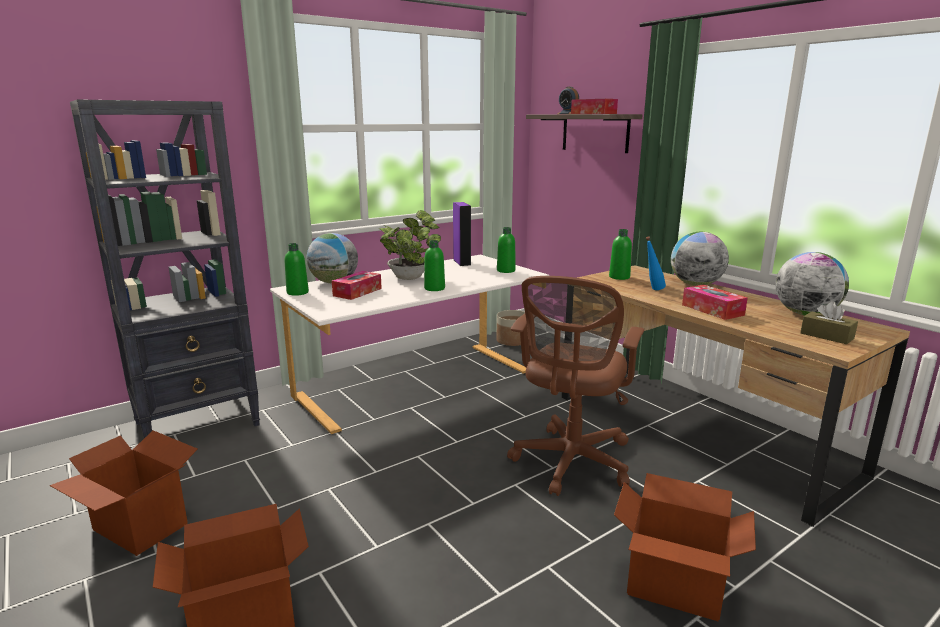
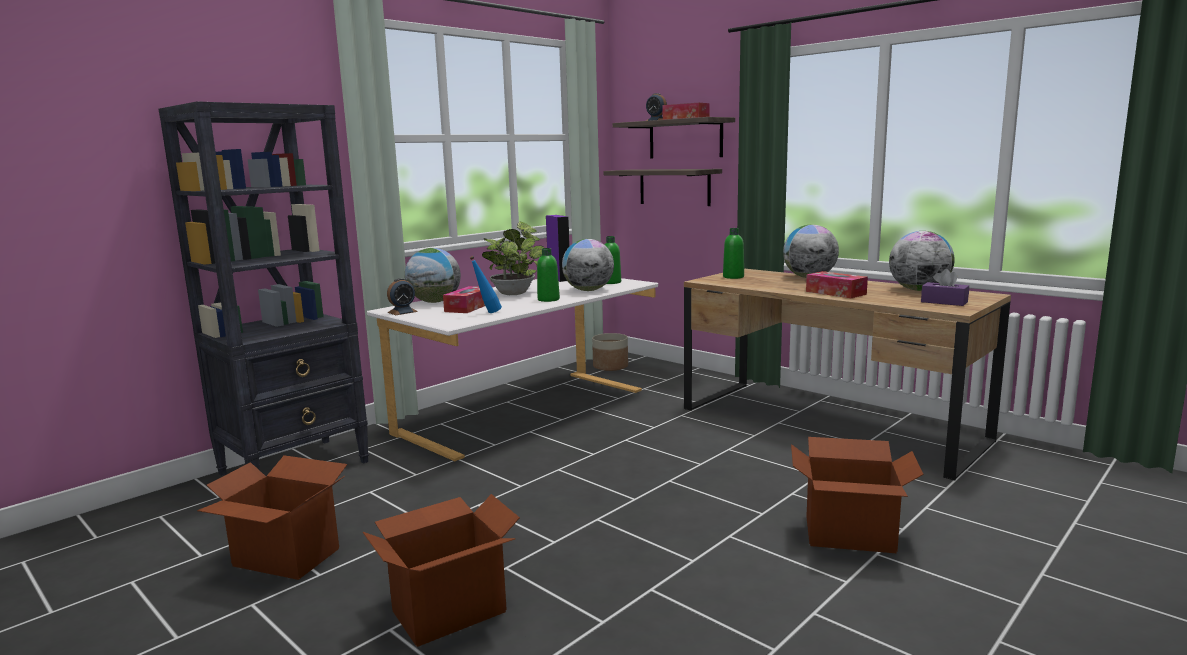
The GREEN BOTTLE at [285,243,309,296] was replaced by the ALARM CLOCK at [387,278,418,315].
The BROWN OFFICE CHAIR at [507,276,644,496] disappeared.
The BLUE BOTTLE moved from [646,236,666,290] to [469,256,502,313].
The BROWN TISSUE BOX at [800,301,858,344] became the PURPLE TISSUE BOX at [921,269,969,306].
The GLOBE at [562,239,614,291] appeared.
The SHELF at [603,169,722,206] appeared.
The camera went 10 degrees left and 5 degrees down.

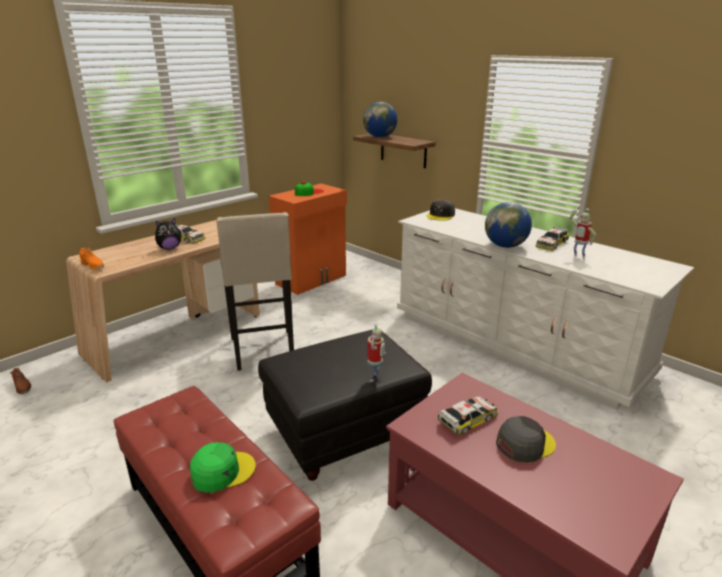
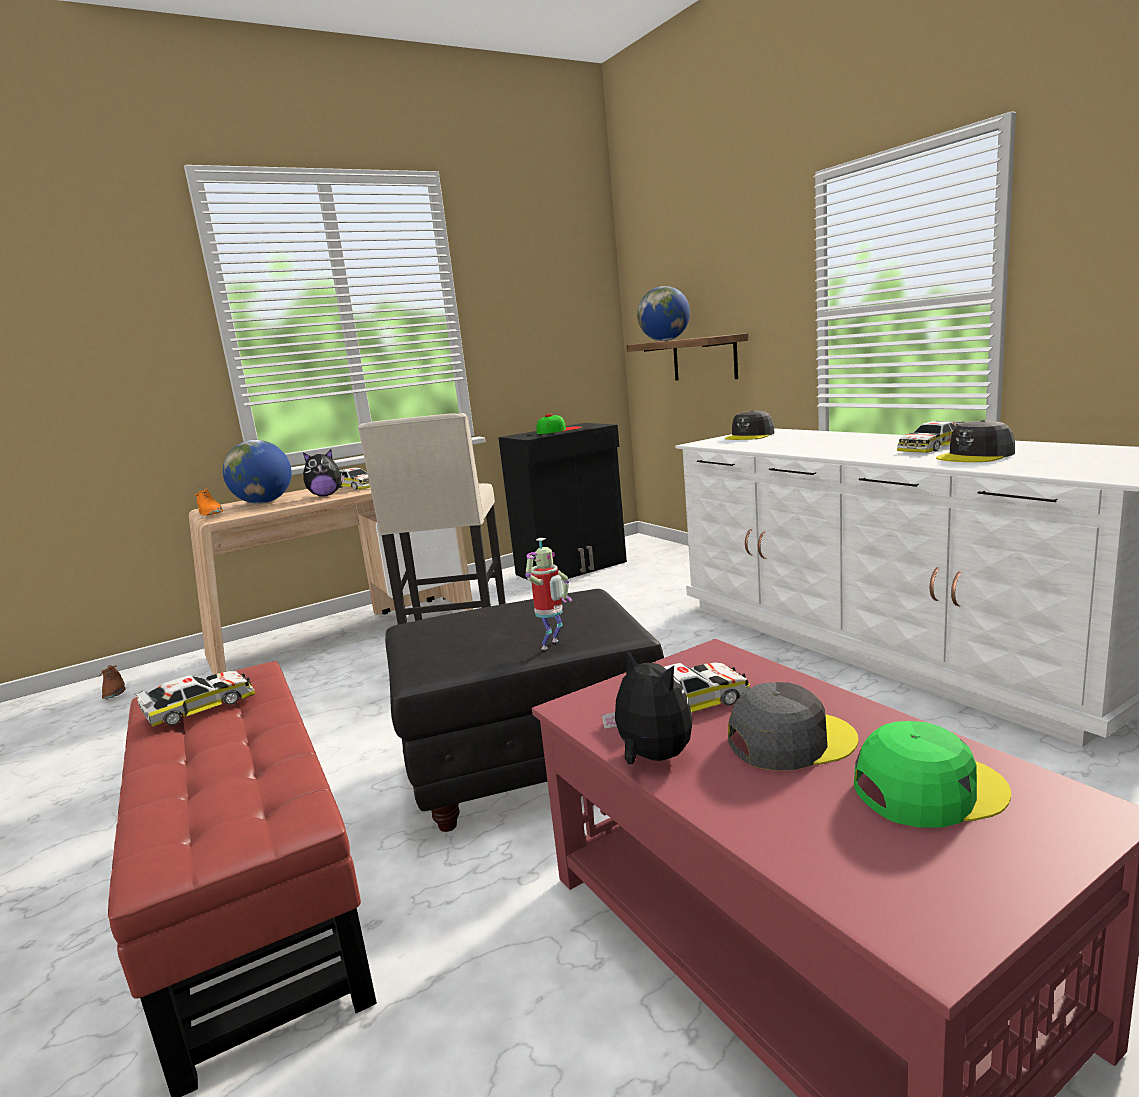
The GREEN CAP moved from [190,442,256,493] to [854,721,1011,828].
The ORANGE CABINET at [269,184,347,295] became the BLACK CABINET at [498,423,627,580].
The GLOBE moved from [485,202,532,248] to [223,440,292,504].
The TOY ROBOT at [570,209,597,259] was replaced by the GREY CAP at [936,420,1015,462].
The TOY CAR at [135,671,255,727] appeared.
The PLUSH TOY at [602,650,693,764] appeared.
The camera went 15 degrees right and 10 degrees down.

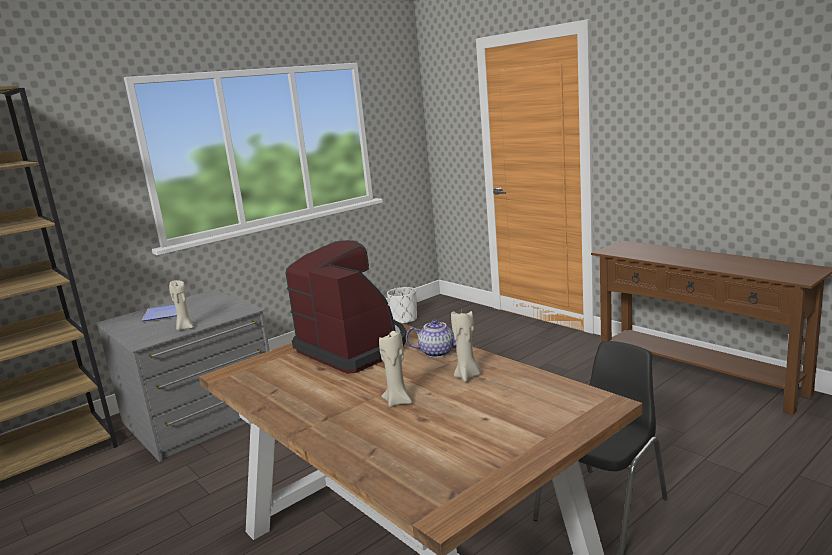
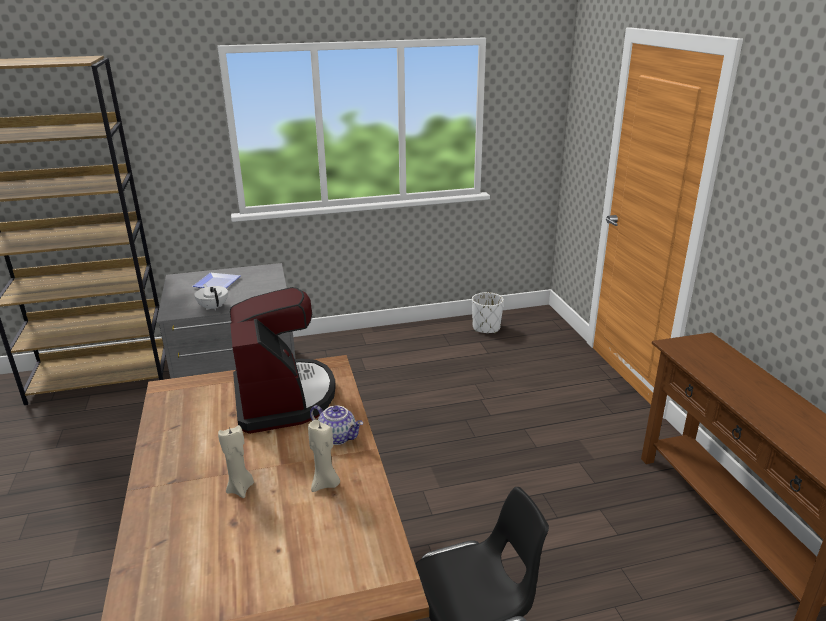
The BEIGE CANDLE at [169,280,193,330] was replaced by the WHITE TEAPOT at [194,284,228,311].
The camera went 25 degrees right and 10 degrees up.

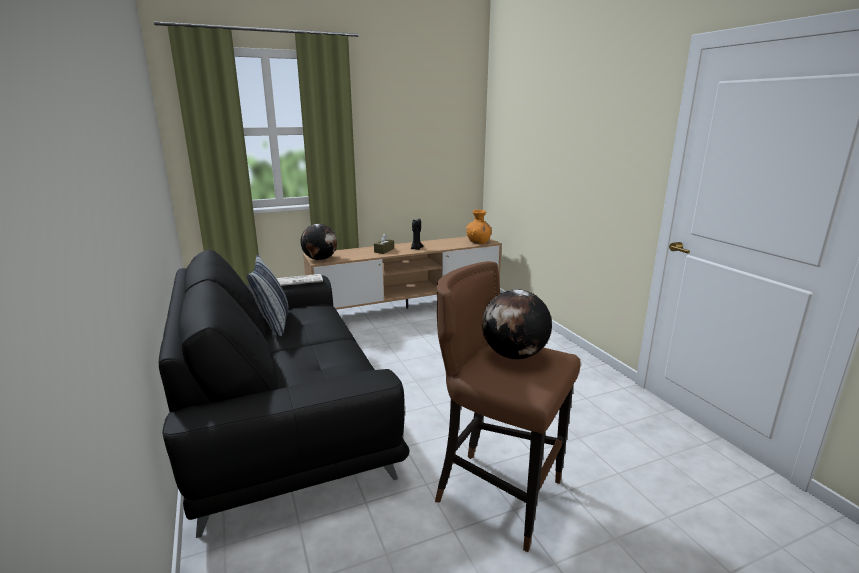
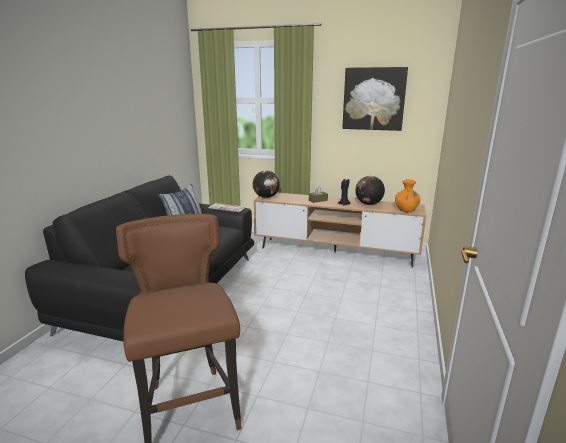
The GLOBE moved from [482,289,552,360] to [355,176,385,205].
The PICTURE at [342,67,408,131] appeared.
The camera went 40 degrees right and 0 degrees up.

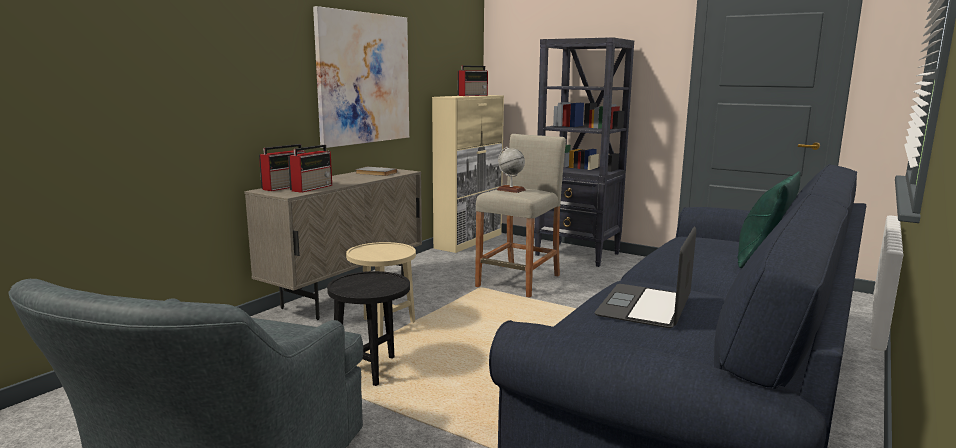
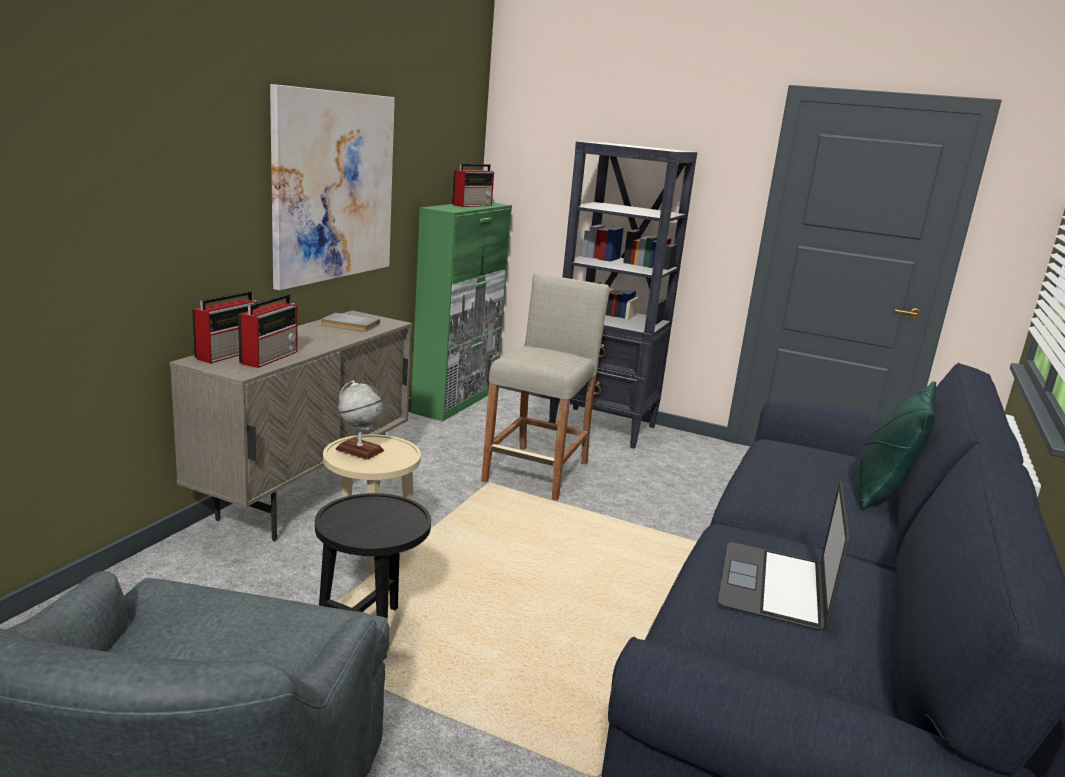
The BEIGE CABINET at [432,95,504,253] became the GREEN CABINET at [411,203,512,421].
The GLOBE moved from [497,147,526,193] to [335,380,384,460].
The camera went 10 degrees left and 5 degrees up.

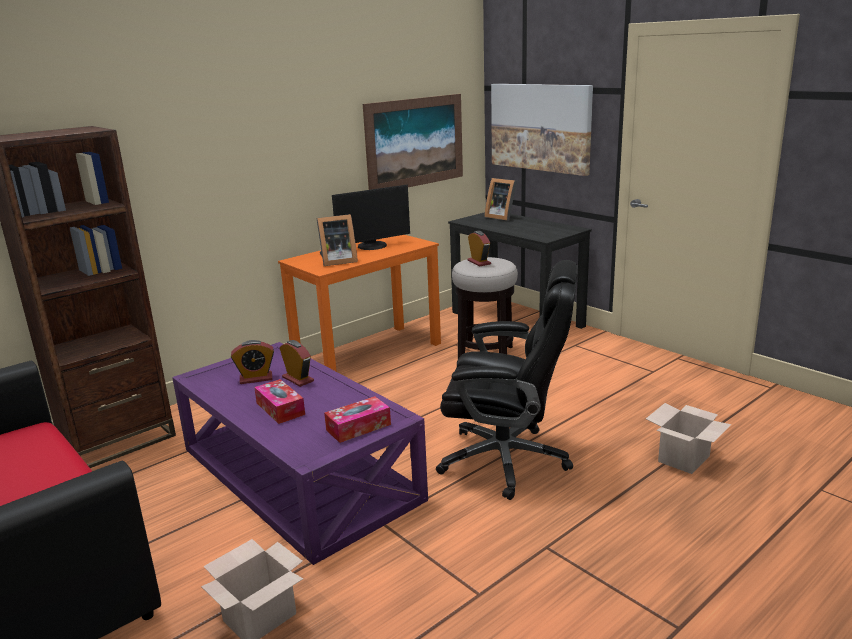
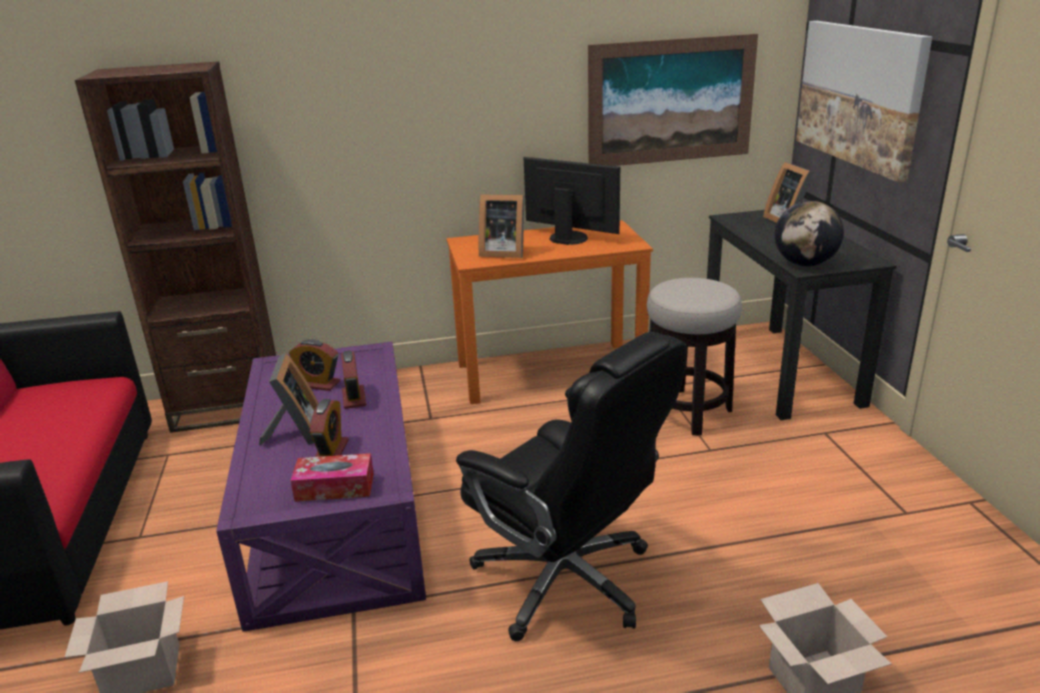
The TISSUE BOX at [254,379,305,424] was replaced by the PICTURE FRAME at [259,353,318,445].
The MONITOR at [332,185,410,250] turned 150 degrees counterclockwise.
The ALARM CLOCK moved from [468,231,491,266] to [310,399,349,457].
The GLOBE at [775,201,844,266] appeared.
The camera went 30 degrees right and 5 degrees up.

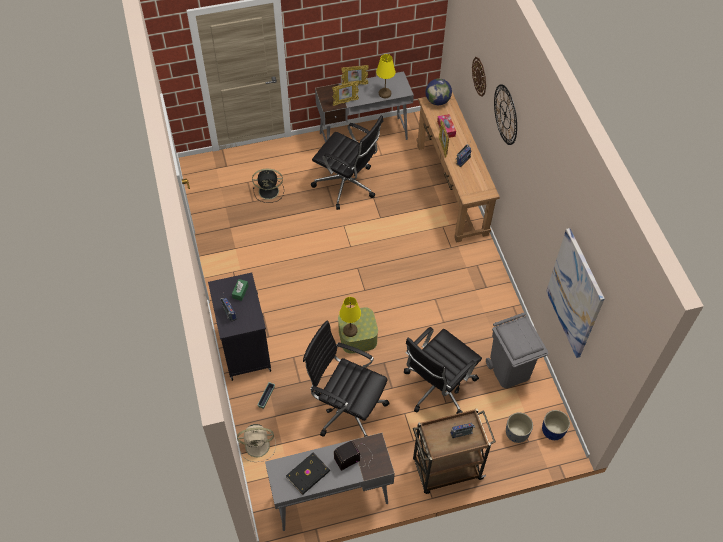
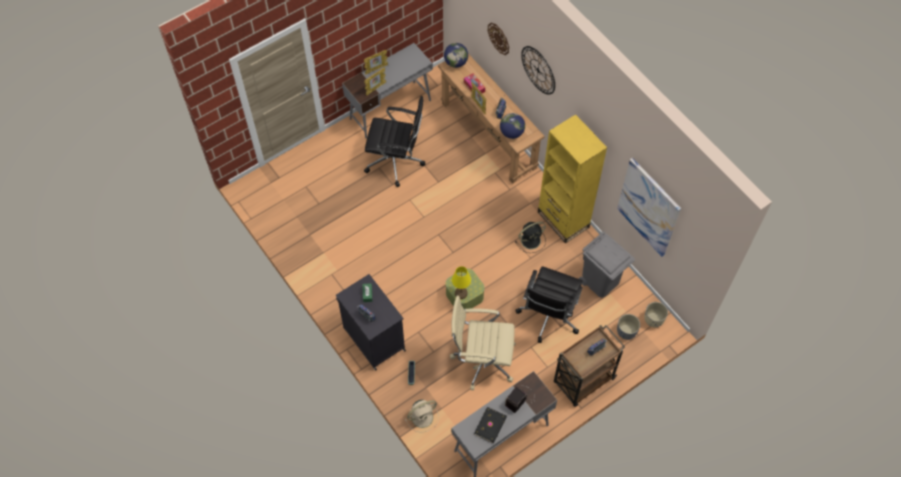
The BLACK FAN moved from [252,169,284,203] to [515,222,546,253].
The BLACK OFFICE CHAIR at [303,321,390,437] became the BEIGE OFFICE CHAIR at [450,296,516,390].
The YELLOW TABLE LAMP at [376,54,395,98] disappeared.
The BLUE PLANTER at [542,410,570,440] became the BEIGE PLANTER at [644,302,668,327].
The GLOBE at [500,113,525,139] appeared.
The YELLOW BOOKCASE at [538,114,607,243] appeared.
The camera went 20 degrees left and 5 degrees up.

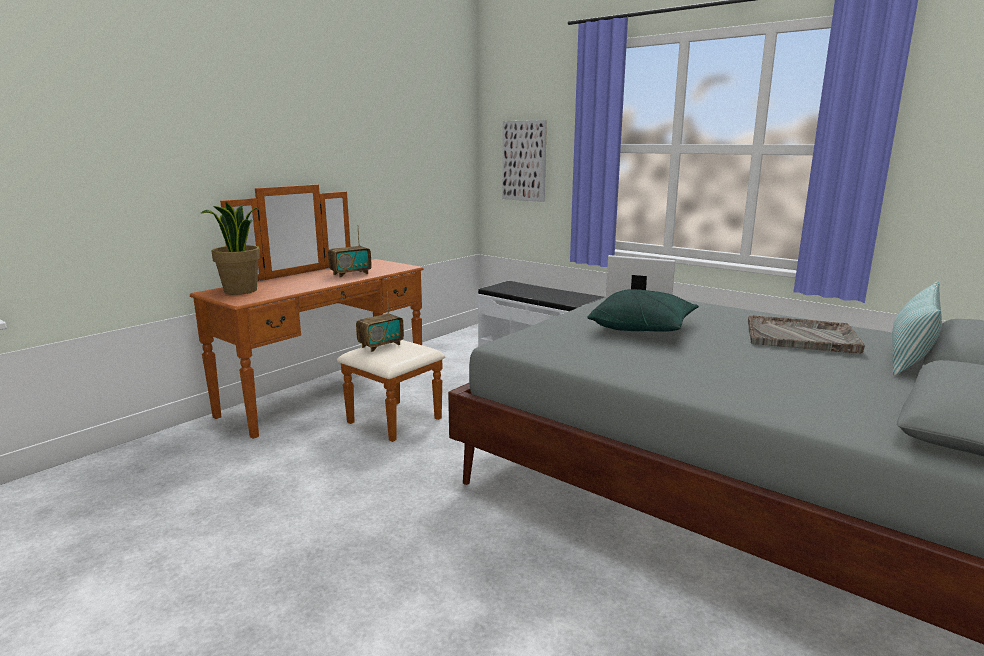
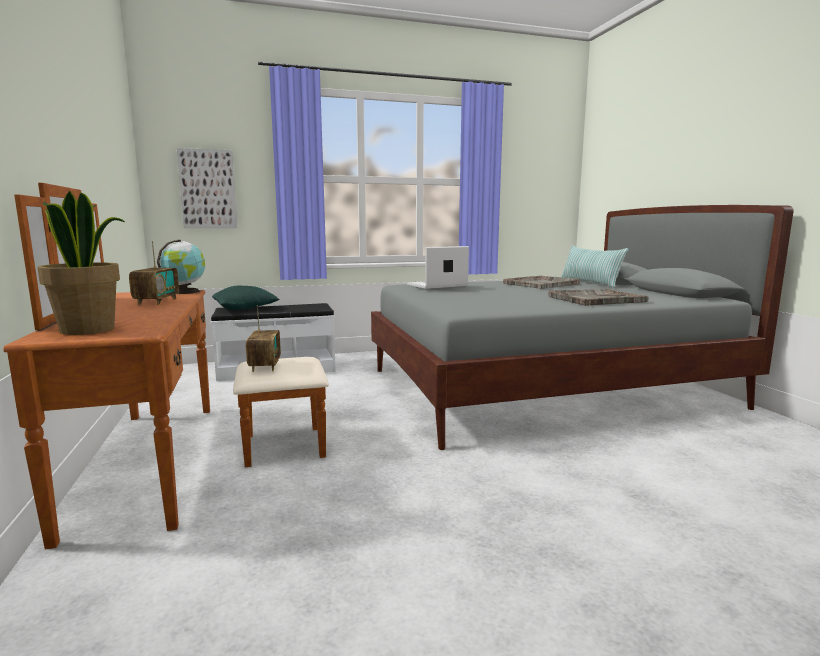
The GREEN PILLOW moved from [587,289,699,332] to [212,286,279,310].
The GLOBE at [157,240,205,294] appeared.
The GREY TRAY at [548,289,649,306] appeared.
The camera went 55 degrees left and 5 degrees down.

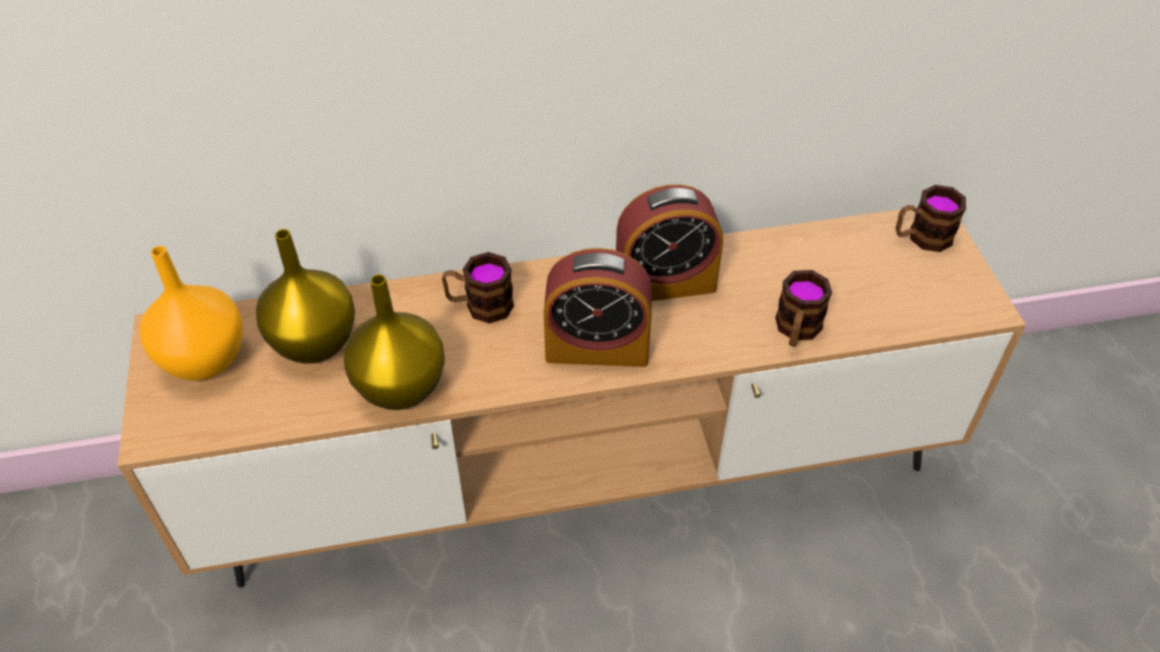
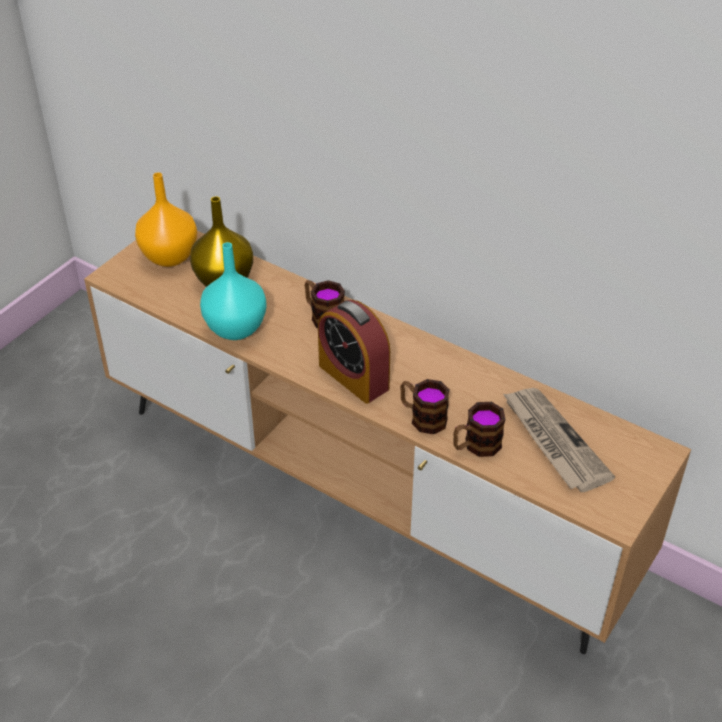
The YELLOW VASE at [344,274,445,410] became the TURQUOISE VASE at [200,242,267,340].
The ALARM CLOCK at [616,185,723,301] disappeared.
The MUG moved from [896,185,966,252] to [400,379,450,434].
The NEWSPAPER at [503,388,615,492] appeared.
The camera went 45 degrees right and 5 degrees down.

